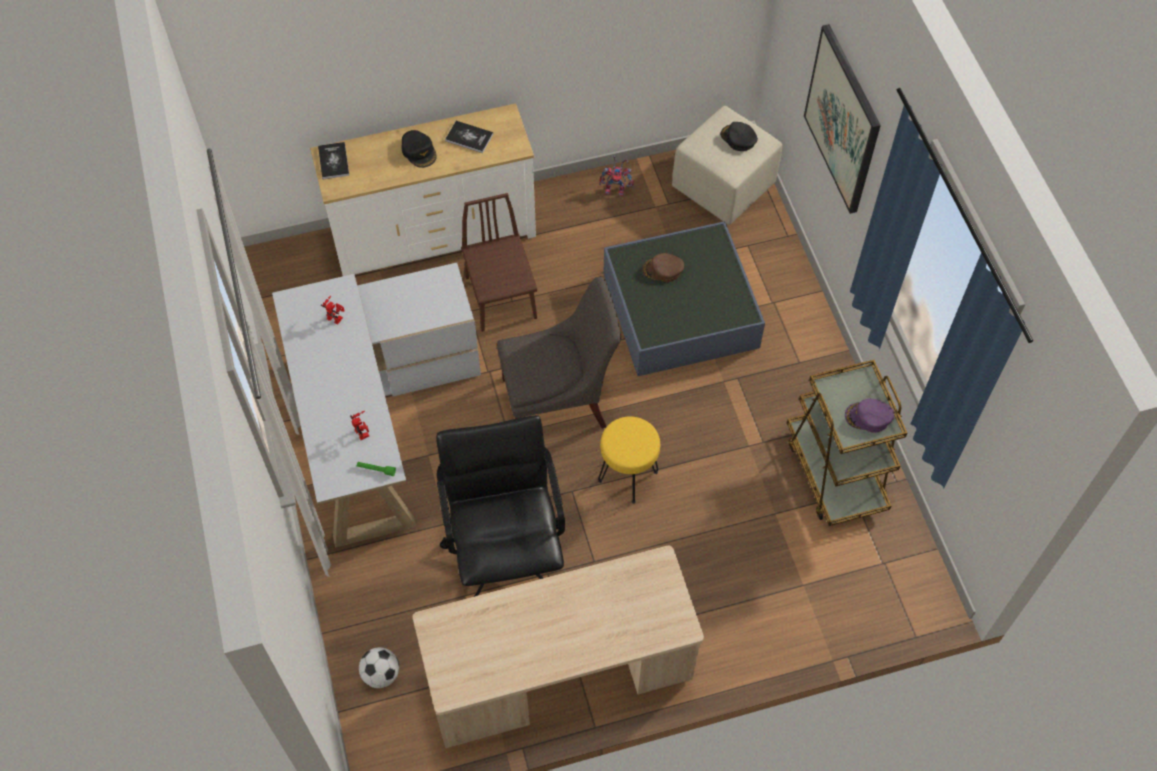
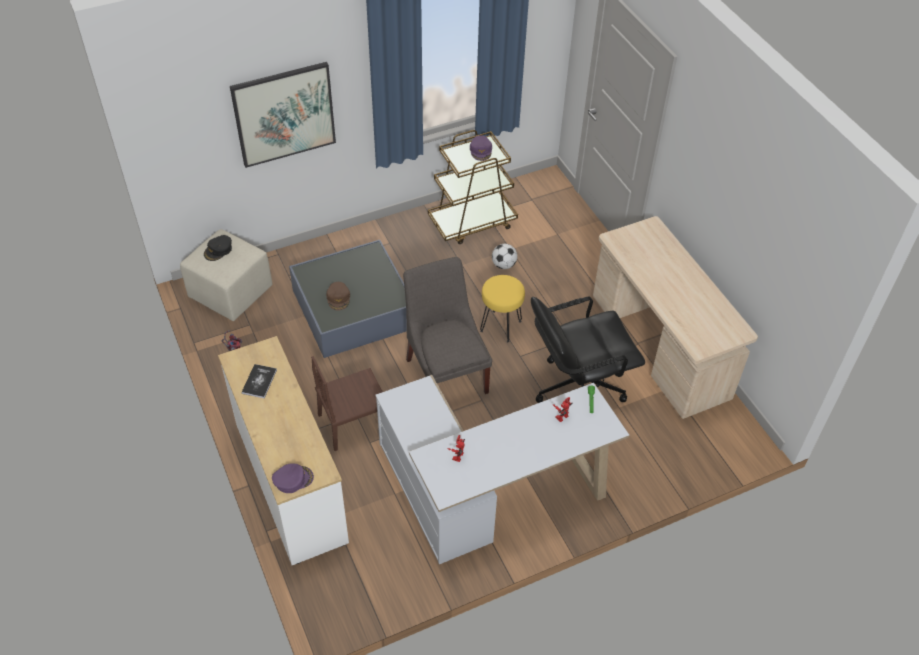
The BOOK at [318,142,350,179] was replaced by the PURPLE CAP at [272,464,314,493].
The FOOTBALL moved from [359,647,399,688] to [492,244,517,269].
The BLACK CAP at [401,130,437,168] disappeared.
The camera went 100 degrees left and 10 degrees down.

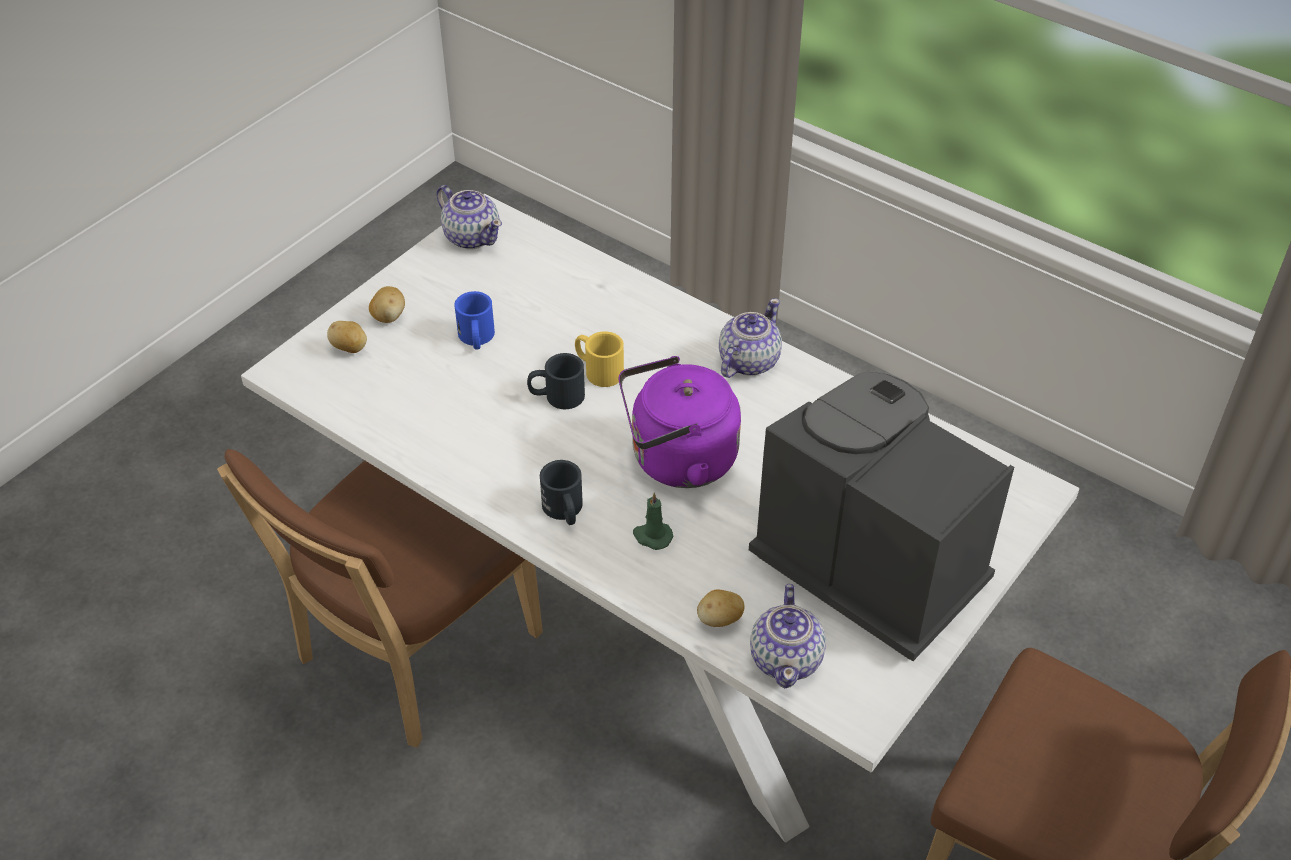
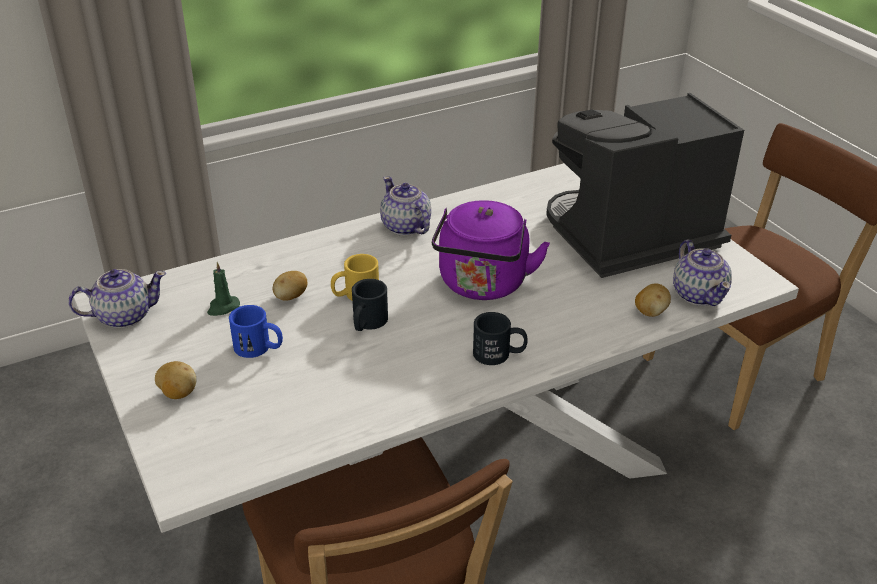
The POTATO moved from [327,321,367,353] to [272,271,307,301].
The GREEN CANDLE moved from [633,493,673,550] to [207,262,240,316].
The TEAPOT at [750,584,826,688] turned 45 degrees clockwise.
The camera went 65 degrees left and 10 degrees down.

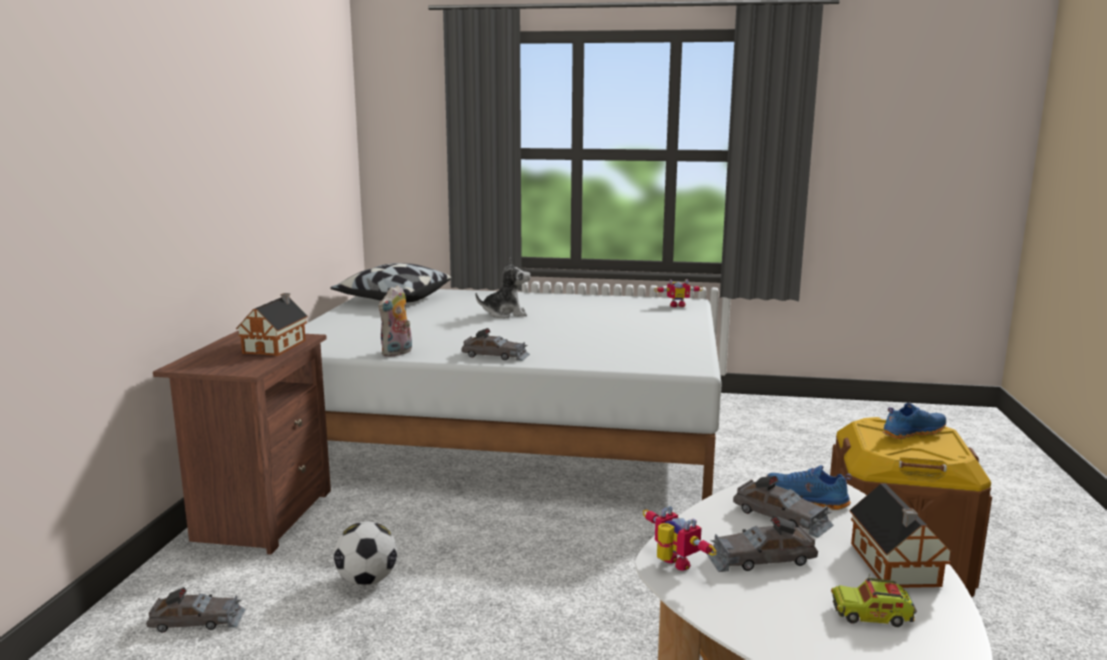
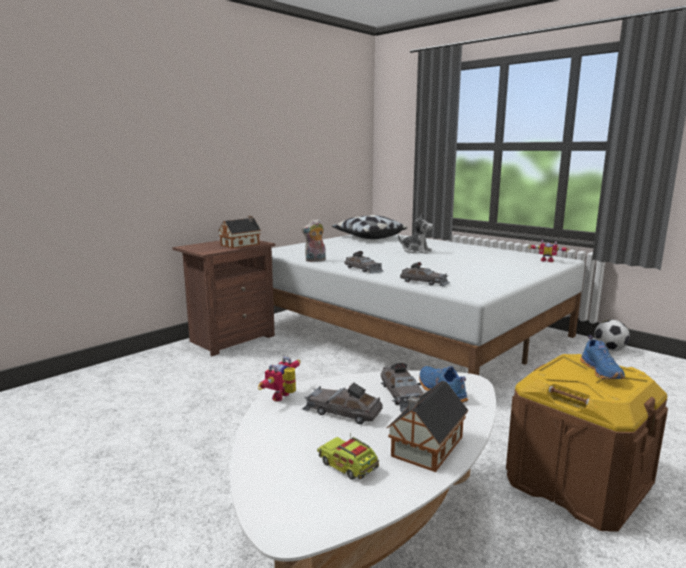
The GREY TOY CAR moved from [146,587,246,632] to [400,262,450,286].
The FOOTBALL moved from [333,521,397,586] to [594,319,630,351].
The TOY ROBOT at [643,506,717,571] turned 150 degrees counterclockwise.
The BLUE SHOE at [882,403,946,439] turned 75 degrees clockwise.
The camera went 35 degrees right and 0 degrees up.

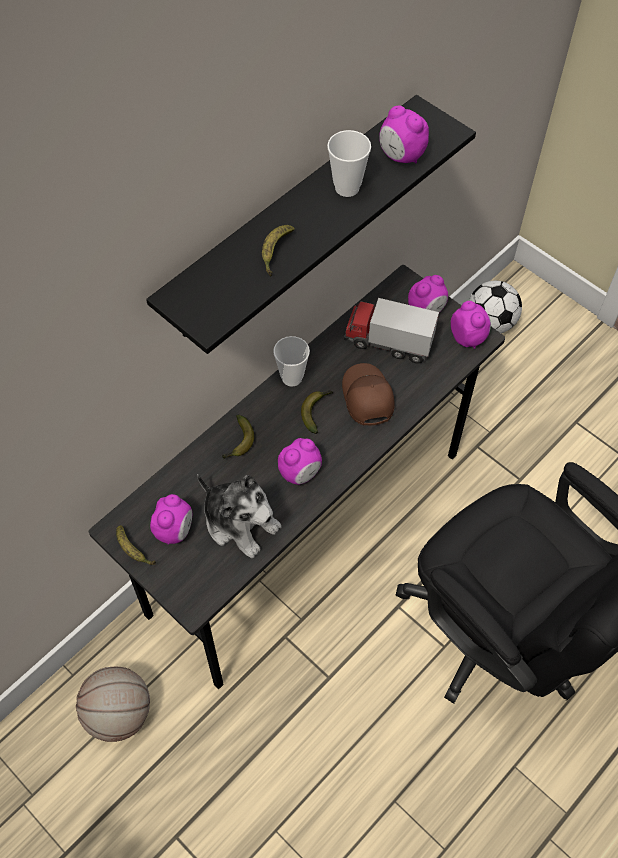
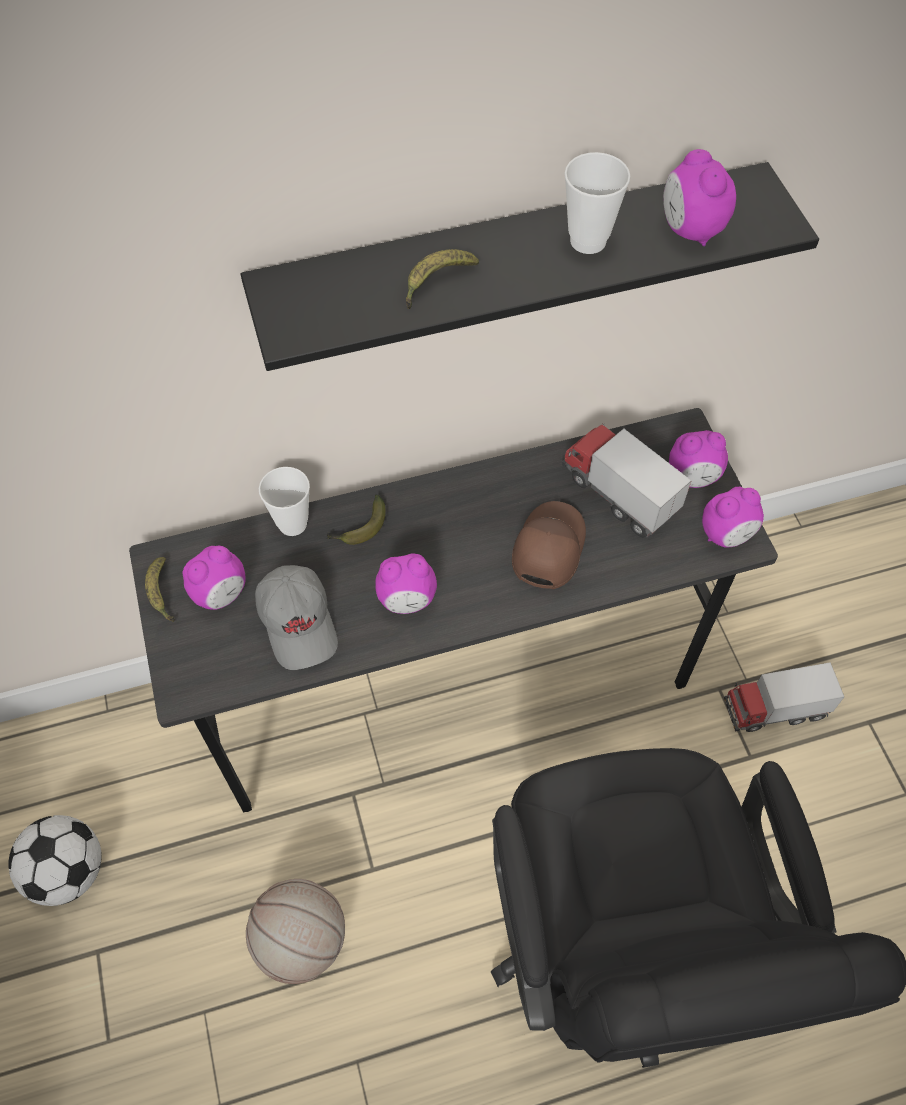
The BASKETBALL moved from [76,667,150,742] to [246,879,345,984].
The PLUSH TOY at [197,474,281,558] was replaced by the GREY CAP at [255,565,338,670].
The CUP moved from [273,336,310,387] to [259,467,310,536].
The BANANA at [301,390,333,434] disappeared.
The ALARM CLOCK at [451,301,491,349] turned 60 degrees clockwise.
The FOOTBALL moved from [469,281,522,333] to [8,815,102,906].
The TOY TRUCK at [724,662,844,732] appeared.
The camera went 30 degrees right and 0 degrees up.

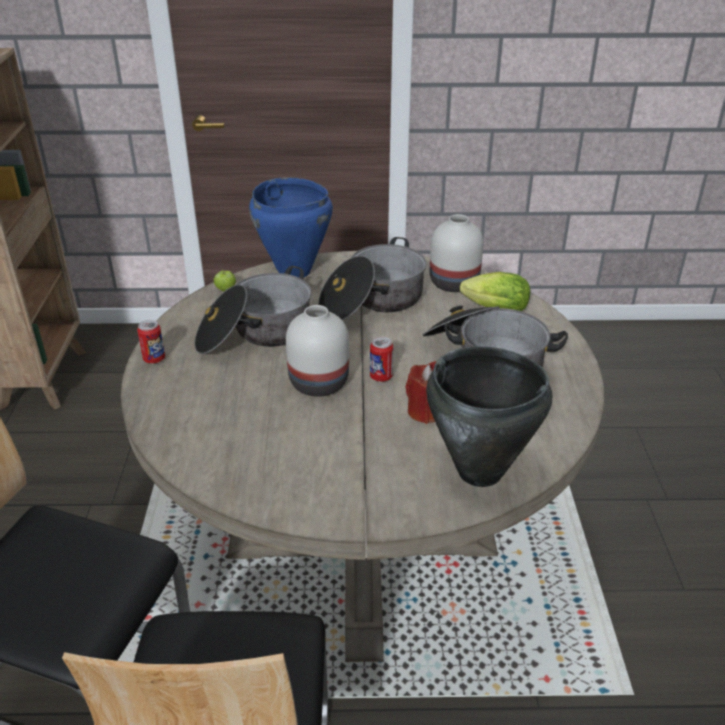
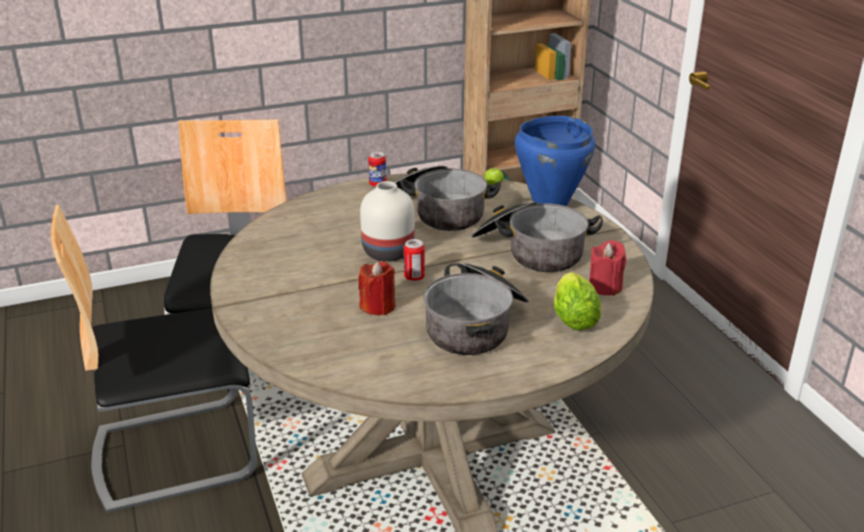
The BLACK COOKING POT at [426,346,552,487] disappeared.
The WHITE VASE at [430,214,483,292] was replaced by the RED CANDLE at [589,240,626,296].
The camera went 70 degrees right and 5 degrees down.

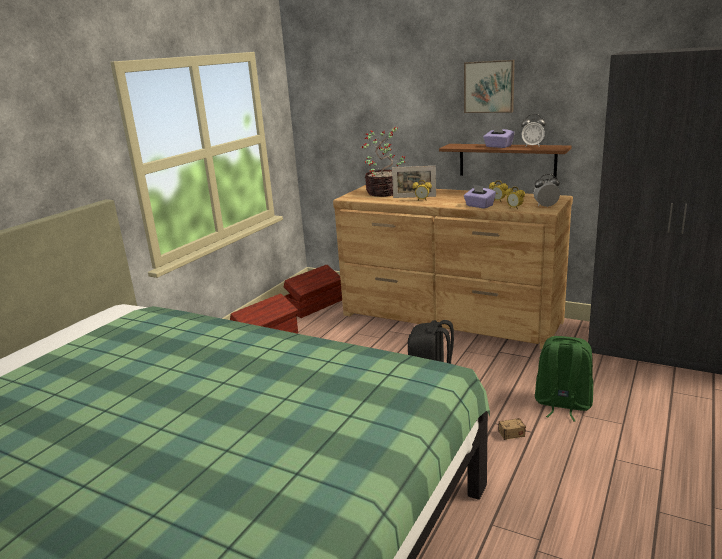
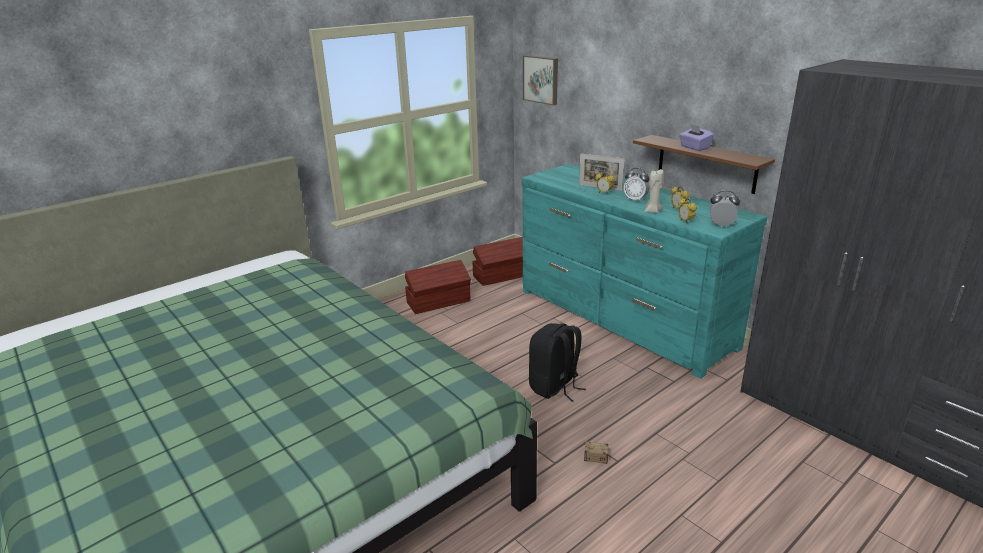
The BROWN DRESSER at [333,185,573,349] became the TURQUOISE DRESSER at [522,164,767,379].
The POTTED PLANT at [361,127,405,197] disappeared.
The PICTURE moved from [464,60,515,113] to [523,55,558,105].
The PURPLE TISSUE BOX at [464,185,496,208] was replaced by the BEIGE CANDLE at [645,169,664,214].
The ALARM CLOCK moved from [521,114,546,147] to [624,168,650,202].
The GREEN BACKPACK at [535,336,593,421] disappeared.
The camera went 20 degrees right and 5 degrees up.

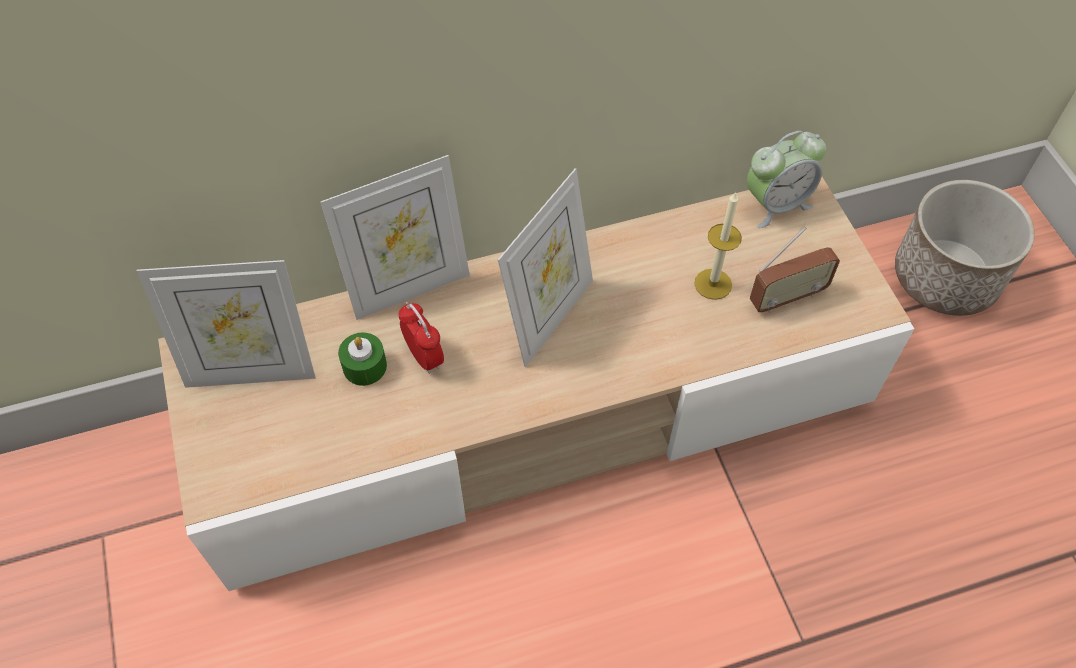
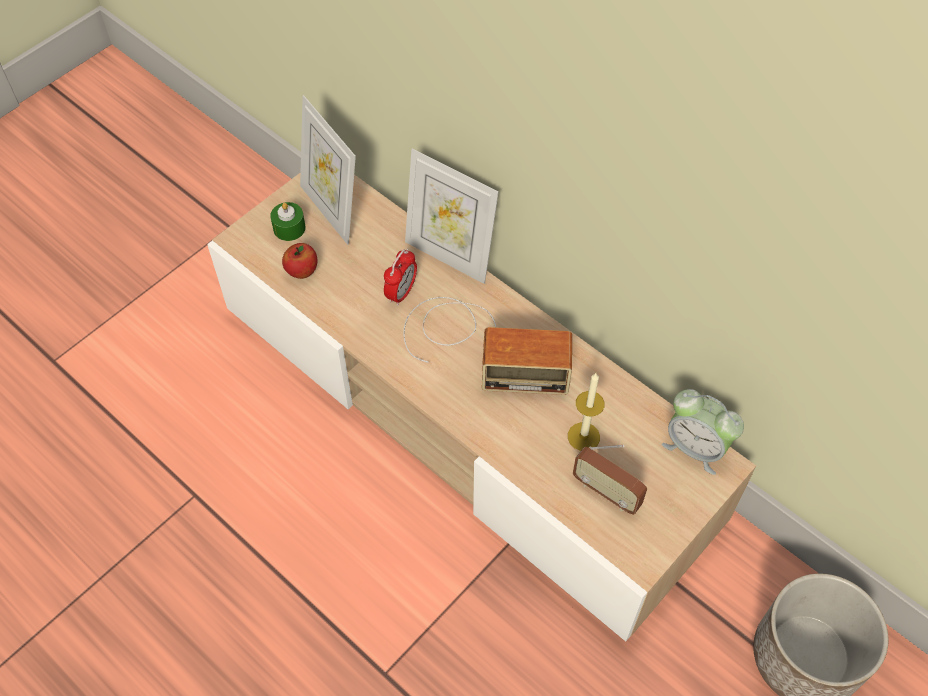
The GREEN CANDLE moved from [338,333,387,386] to [270,202,306,241].
The PICTURE FRAME at [498,168,593,367] was replaced by the RADIO at [403,297,572,395].
The APPLE at [282,243,317,279] appeared.
The camera went 60 degrees right and 0 degrees up.

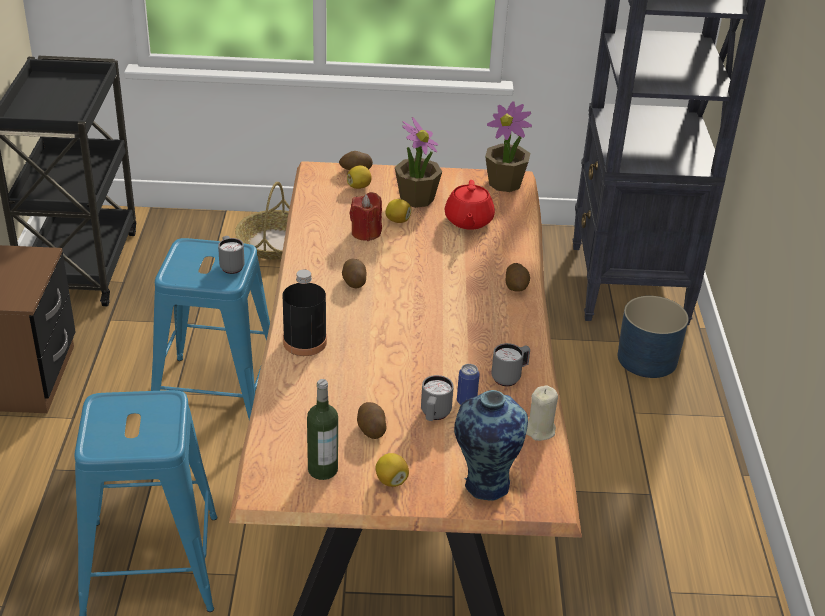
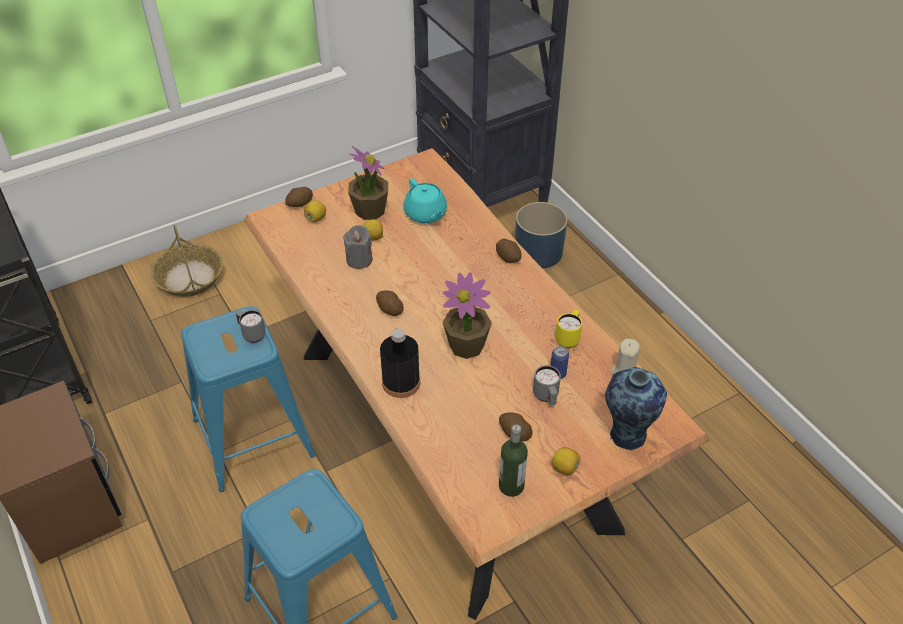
The RED CANDLE at [350,192,382,241] became the GREY CANDLE at [343,225,373,269].
The RED TEAPOT at [445,180,495,229] became the TURQUOISE TEAPOT at [403,178,447,223].
The POTTED PLANT moved from [485,102,532,192] to [443,272,492,359].
The GREY MUG at [491,343,530,386] became the YELLOW MUG at [556,310,582,348].
The camera went 30 degrees left and 10 degrees up.

